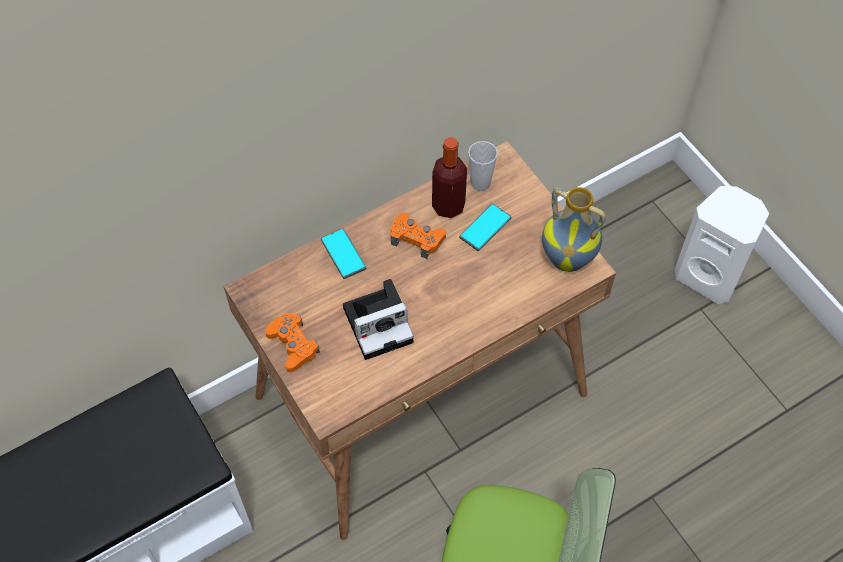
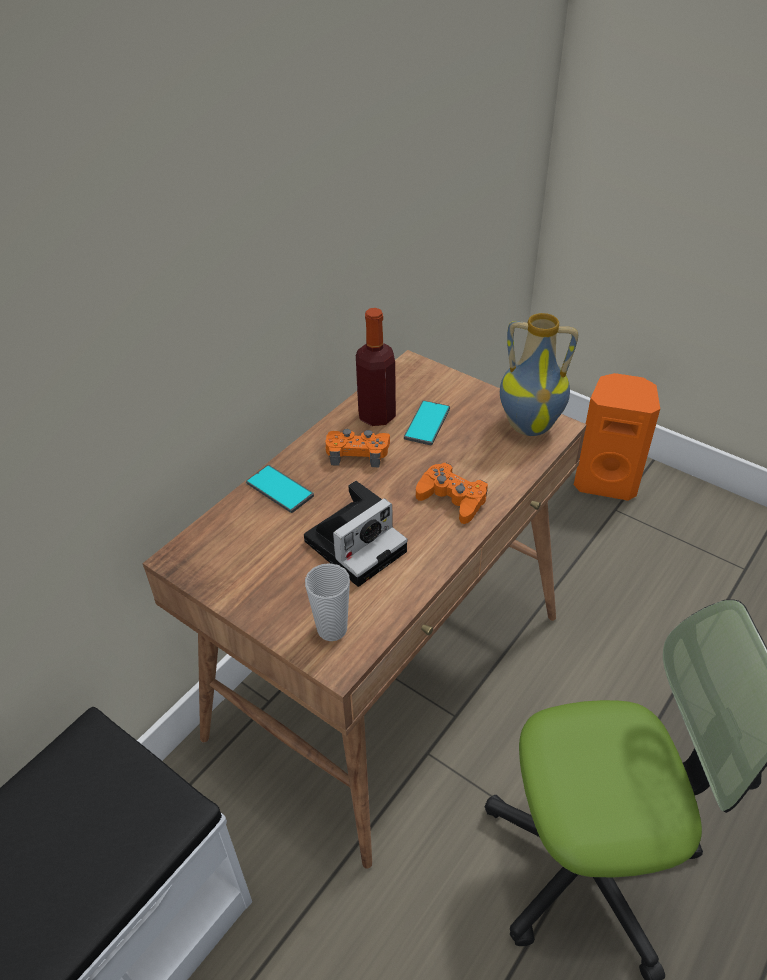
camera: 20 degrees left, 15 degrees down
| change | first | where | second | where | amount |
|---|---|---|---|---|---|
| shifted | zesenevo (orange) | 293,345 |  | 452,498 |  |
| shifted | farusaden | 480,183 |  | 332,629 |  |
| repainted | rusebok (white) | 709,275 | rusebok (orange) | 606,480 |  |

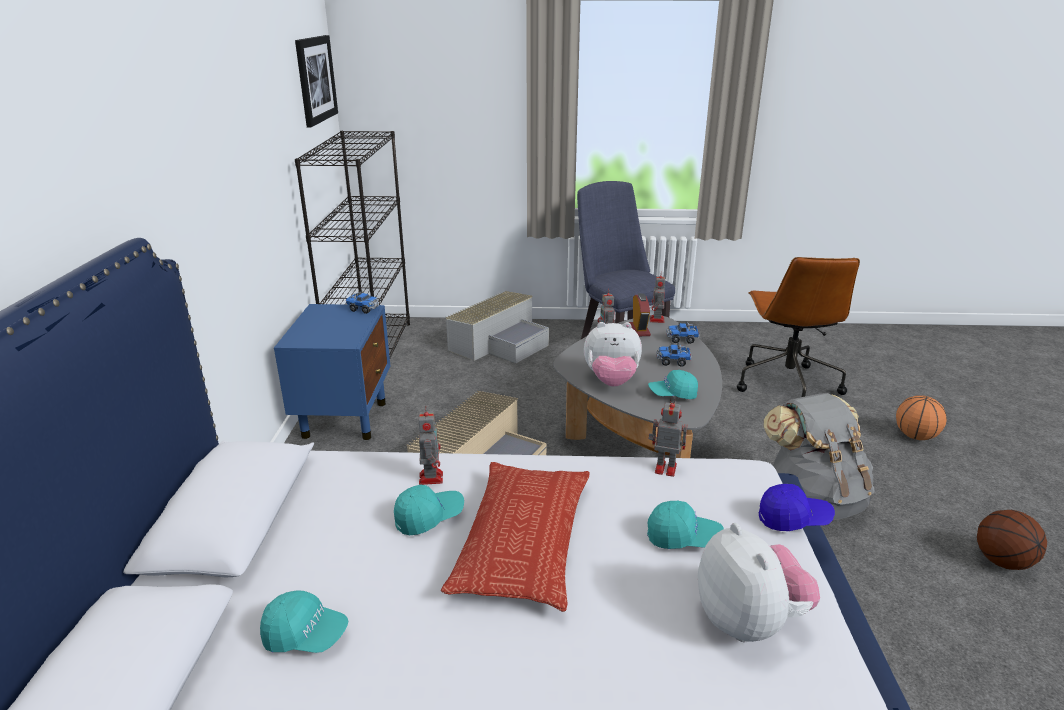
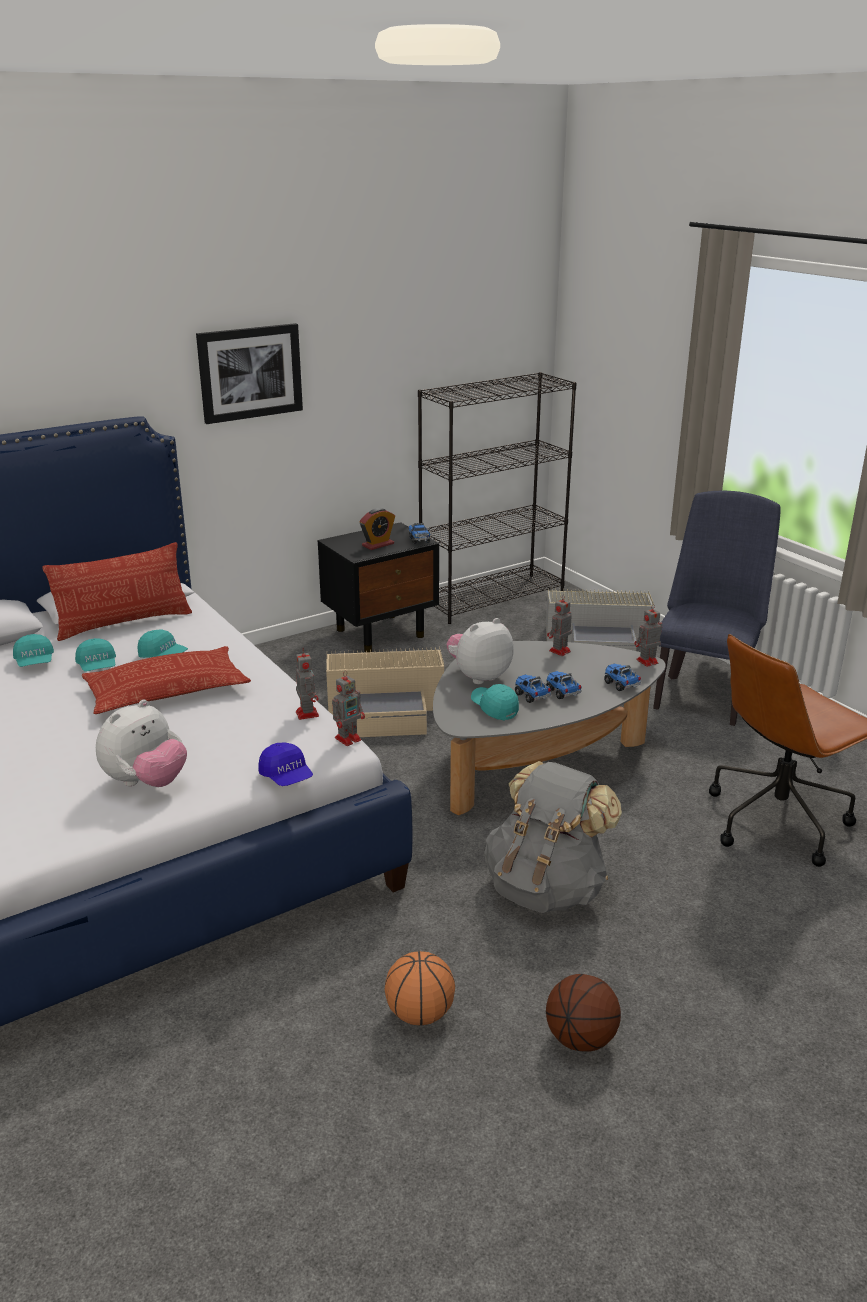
camera: 55 degrees right, 0 degrees up
| change | first | where | second | where | amount |
|---|---|---|---|---|---|
| repainted | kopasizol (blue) | 345,418 | kopasizol (black) | 381,632 |  |
| shifted | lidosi | 315,79 |  | 250,372 |  |
| shifted | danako | 431,477 |  | 349,738 |  |
| rotated | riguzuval | 611,381 |  | 478,676 | 90 degrees clockwise |
| shifted | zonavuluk | 639,330 |  | 378,544 |  |
| shifted | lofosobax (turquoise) | 683,538 |  | 98,666 |  |
| shifted | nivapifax | 915,436 |  | 420,1014 |  |
| new |  |  | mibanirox | 124,623 |  |
| new |  |  | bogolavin | 531,696 |  |

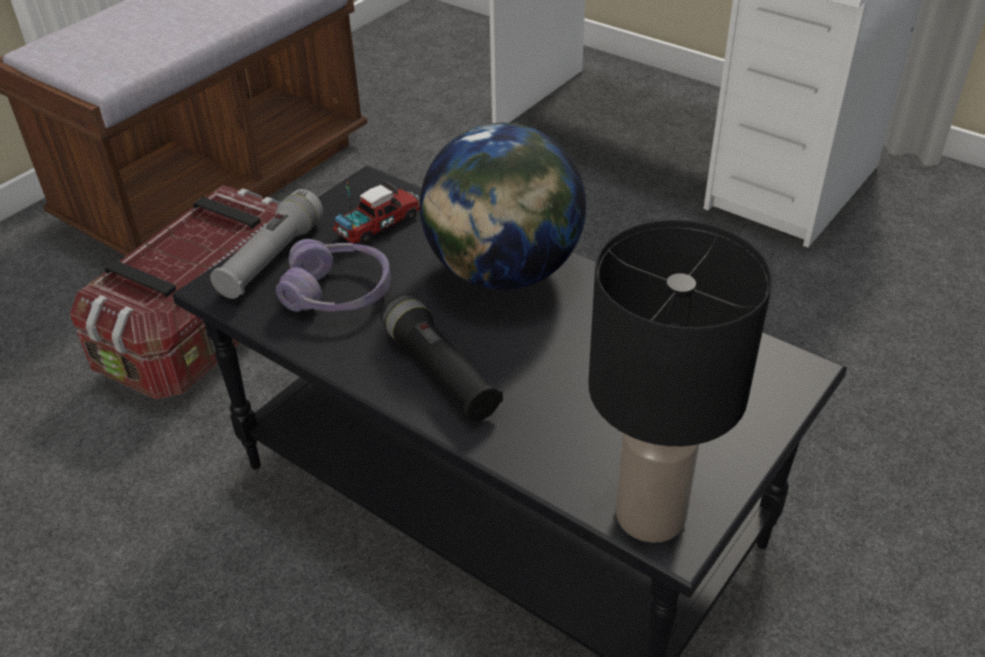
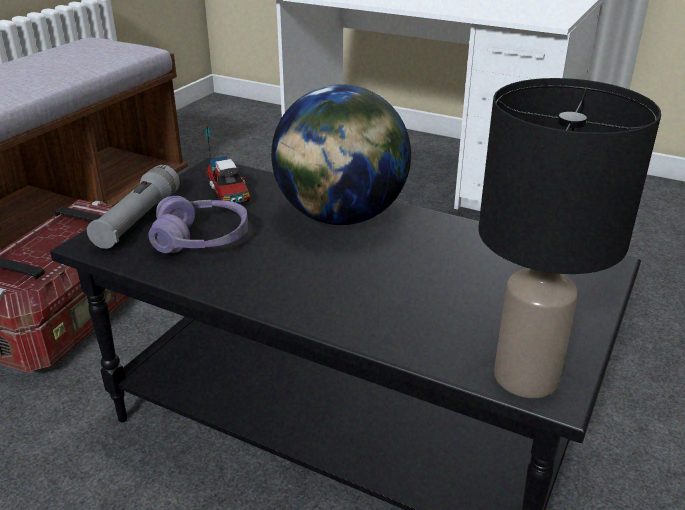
camera: 10 degrees left, 10 degrees down
| change | first | where | second | where | amount |
|---|---|---|---|---|---|
| rotated | bogolavin | 379,225 |  | 228,193 | 120 degrees clockwise |
| gone | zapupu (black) | 440,372 |  |  |  |

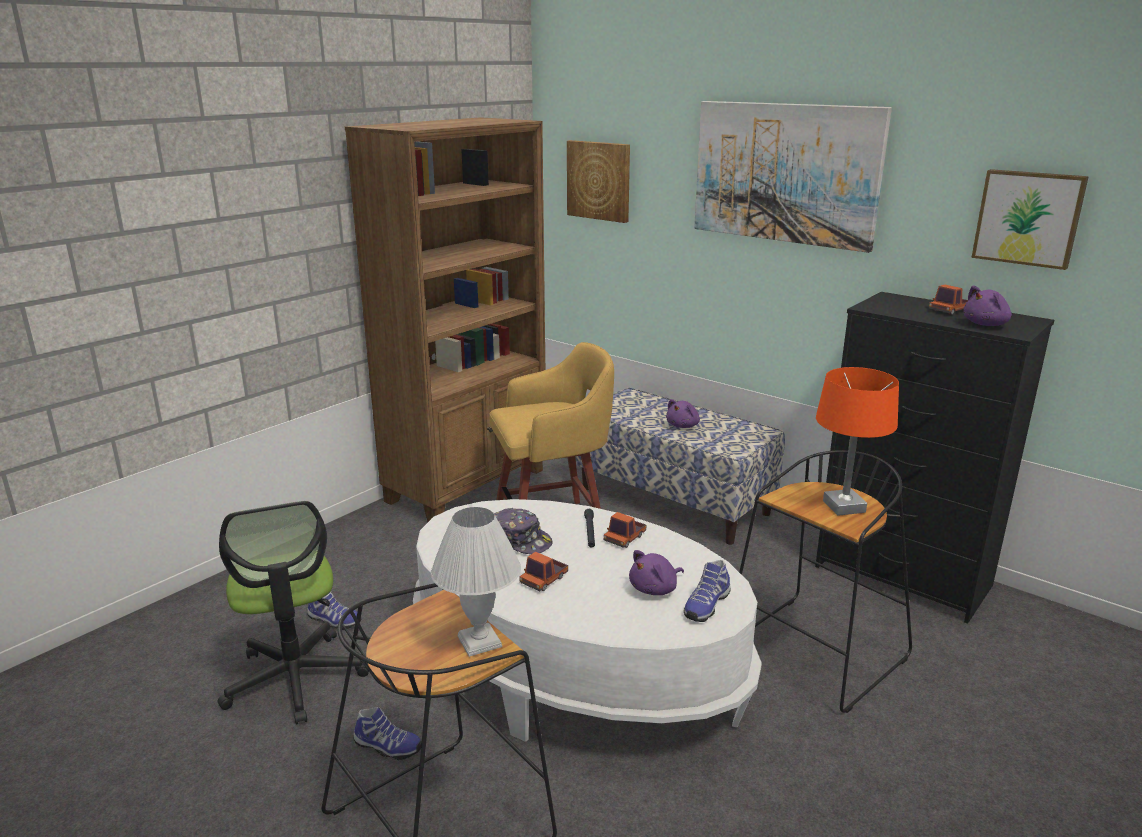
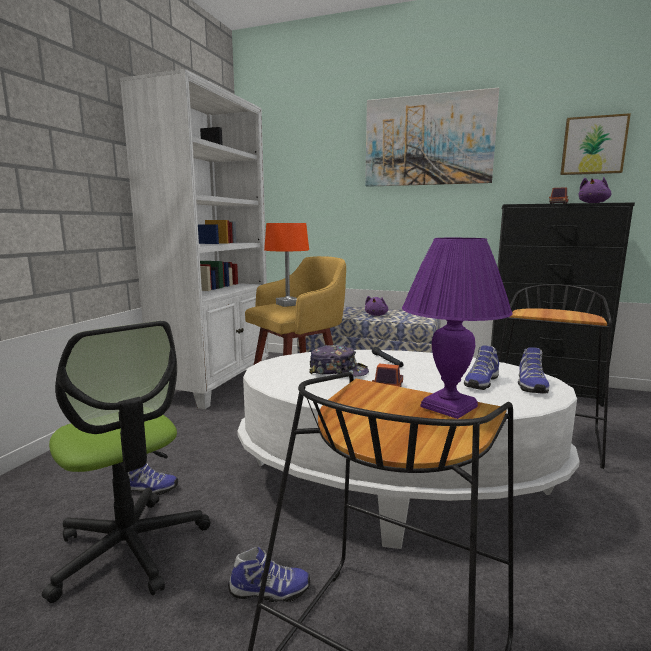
camera: 20 degrees left, 10 degrees down
| change | first | where | second | where | amount |
|---|---|---|---|---|---|
| repainted | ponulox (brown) | 468,485 | ponulox (white) | 216,383 |  |
| repainted | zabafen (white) | 478,641 | zabafen (purple) | 447,406 |  |
| gone | lidosi | 599,180 |  |  |  |
| gone | bogolavin | 625,538 |  |  |  |
| swapped | riguzuval (purple) | 655,589 | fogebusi | 480,382 |  |
| shifted | zabafen (orange) | 843,506 |  | 287,304 |  |

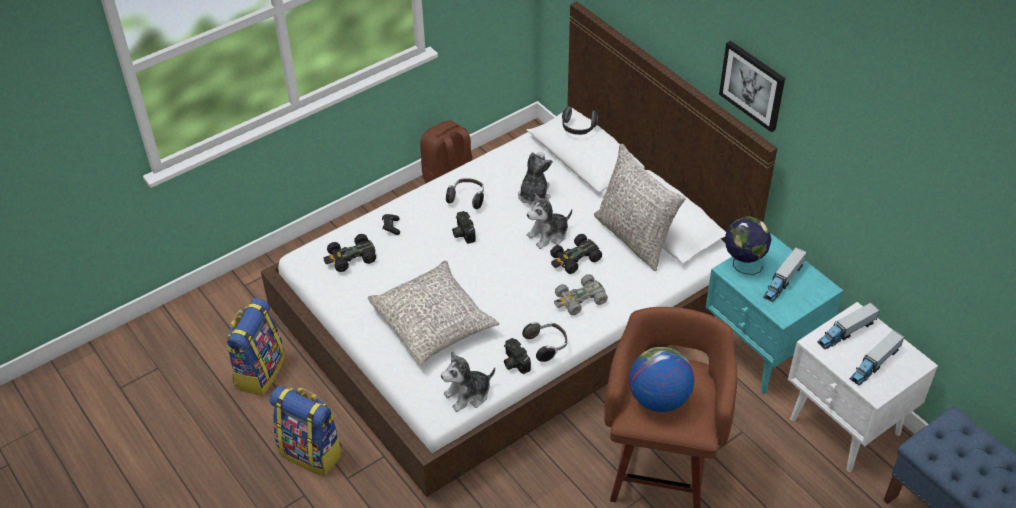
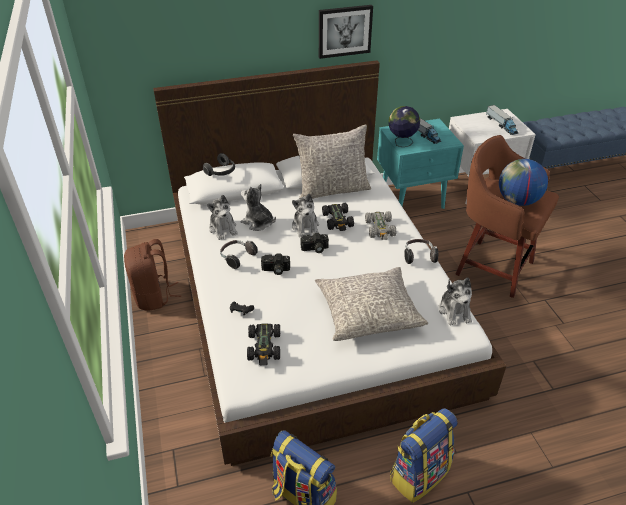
camera: 70 degrees left, 5 degrees down
| change | first | where | second | where | amount |
|---|---|---|---|---|---|
| shifted | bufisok | 514,362 |  | 315,249 |  |
| gone | bogolavin | 846,332 |  |  |  |
| new |  |  | riguzuval | 223,228 |  |

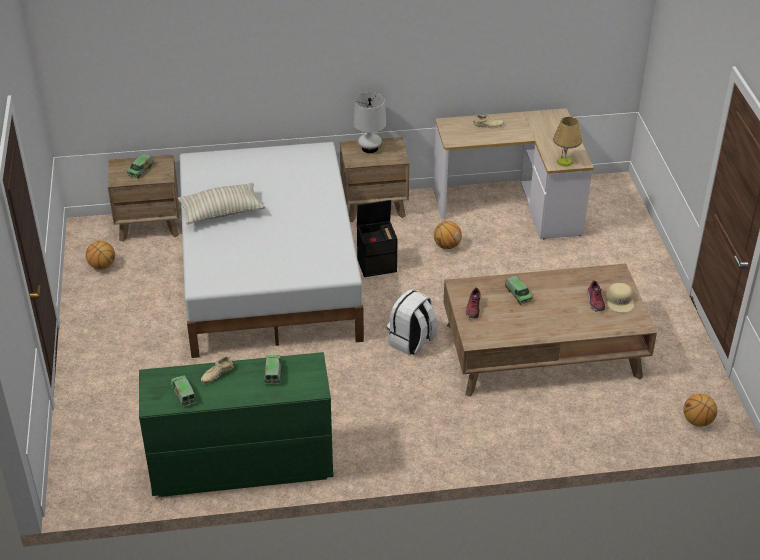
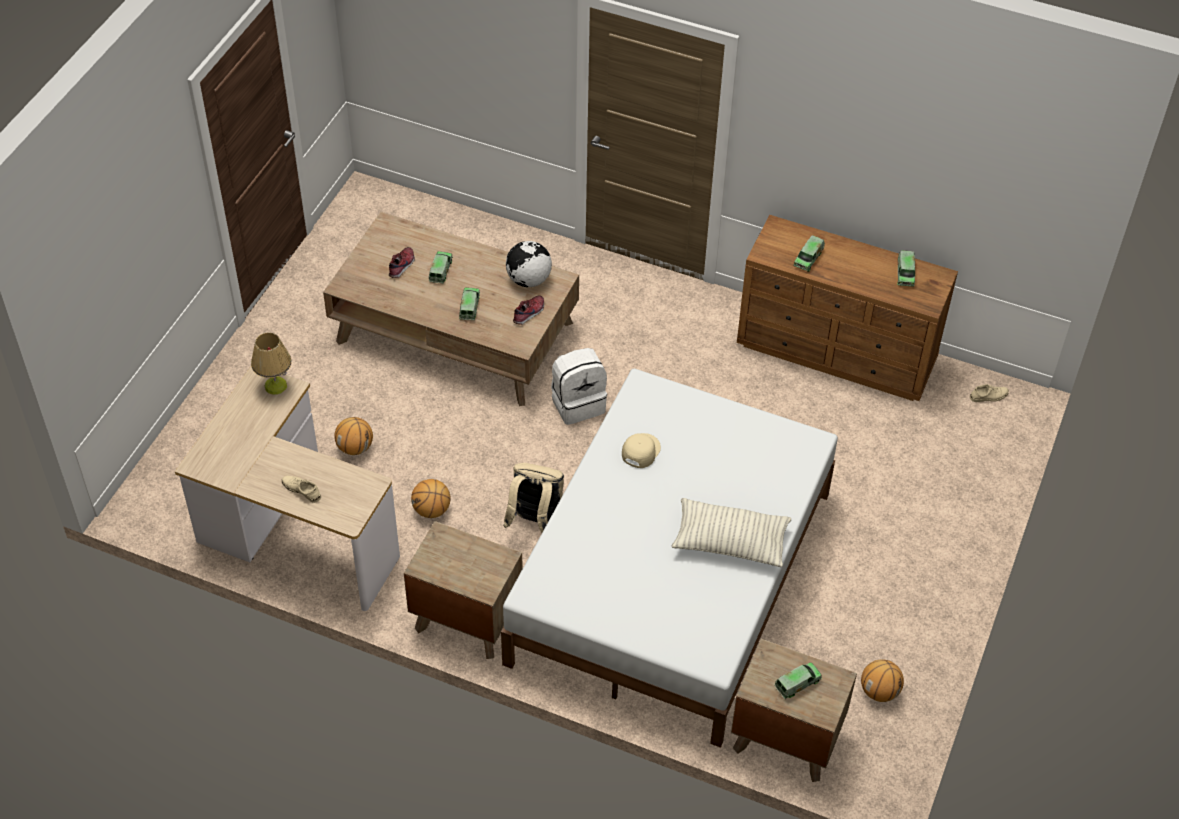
camera: 150 degrees left, 10 degrees up
| change | first | where | second | where | amount |
|---|---|---|---|---|---|
| repainted | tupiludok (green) | 240,466 | tupiludok (brown) | 837,352 |  |
| shifted | fogebusi (beige) | 217,374 |  | 988,396 |  |
| gone | zabafen (white) | 370,148 |  |  |  |
| swapped | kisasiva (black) | 377,265 | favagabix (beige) | 535,522 |  |
| shifted | lofosobax (beige) | 620,301 |  | 640,451 |  |
| shifted | nivapifax | 697,421 |  | 355,447 |  |
| new |  |  | bogolavin | 440,271 |  |
| new |  |  | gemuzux | 528,280 |  |

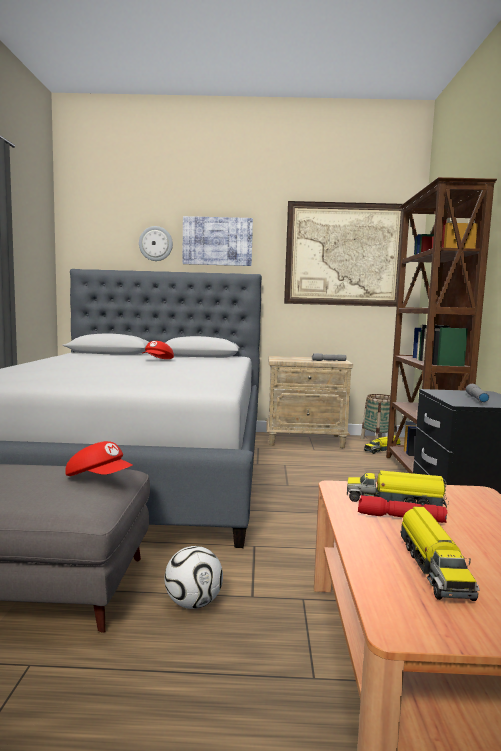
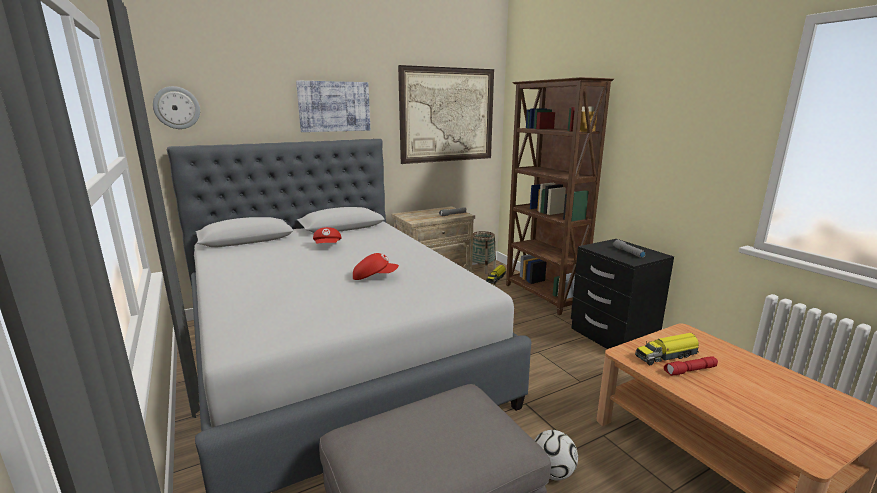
camera: 30 degrees left, 10 degrees up
| change | first | where | second | where | amount |
|---|---|---|---|---|---|
| shifted | lofosobax (red) | 99,478 |  | 374,277 |  |
| shifted | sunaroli | 156,243 |  | 177,108 |  |
| gone | bogolavin | 433,566 |  |  |  |

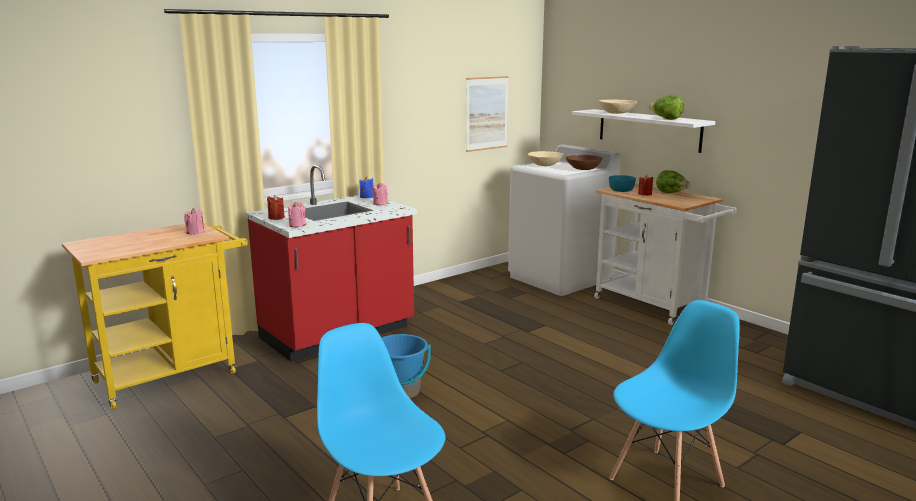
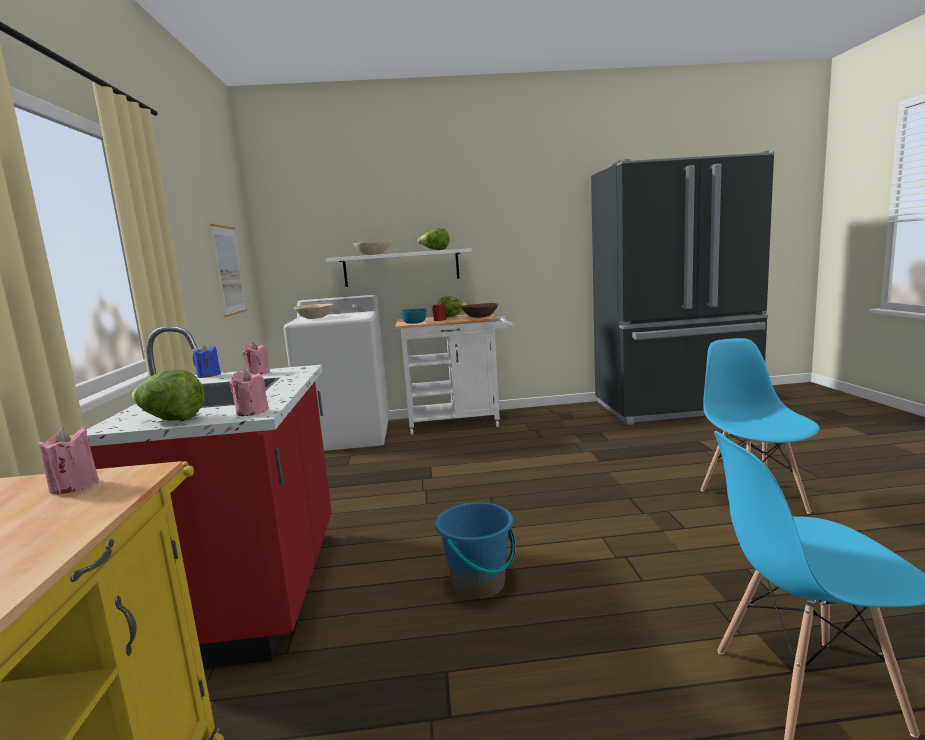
camera: 55 degrees left, 5 degrees down
| change | first | where | second | where | amount |
|---|---|---|---|---|---|
| swapped | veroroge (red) | 276,217 | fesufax | 171,420 |  |
| shifted | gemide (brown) | 583,169 |  | 479,317 |  |

